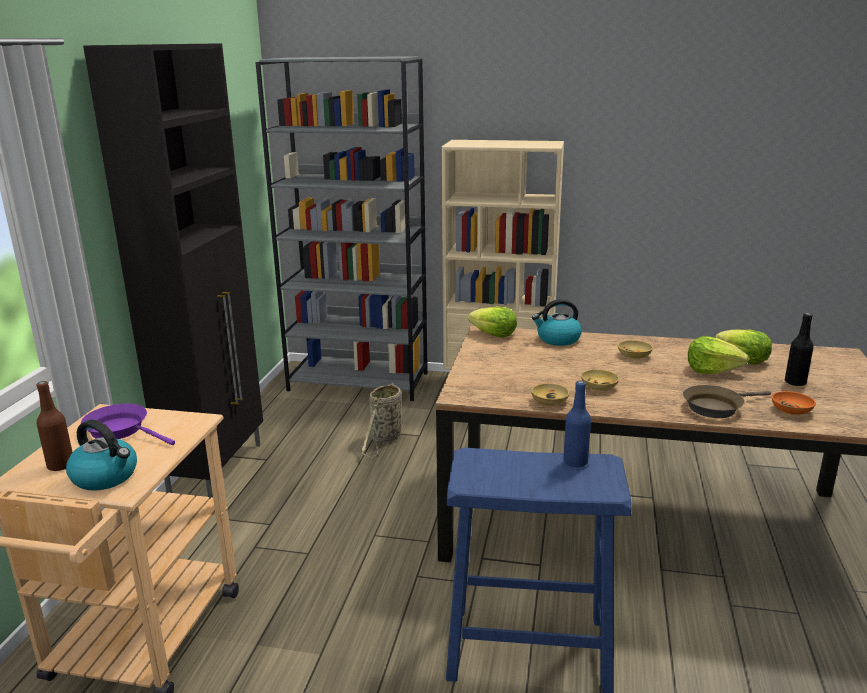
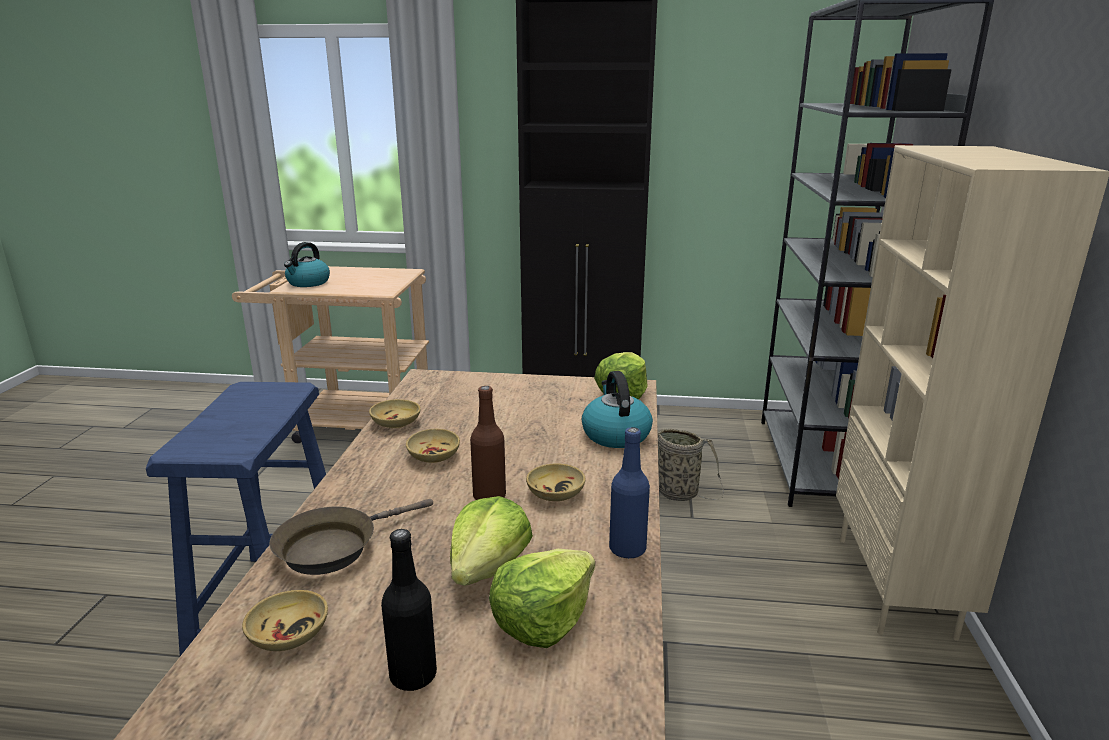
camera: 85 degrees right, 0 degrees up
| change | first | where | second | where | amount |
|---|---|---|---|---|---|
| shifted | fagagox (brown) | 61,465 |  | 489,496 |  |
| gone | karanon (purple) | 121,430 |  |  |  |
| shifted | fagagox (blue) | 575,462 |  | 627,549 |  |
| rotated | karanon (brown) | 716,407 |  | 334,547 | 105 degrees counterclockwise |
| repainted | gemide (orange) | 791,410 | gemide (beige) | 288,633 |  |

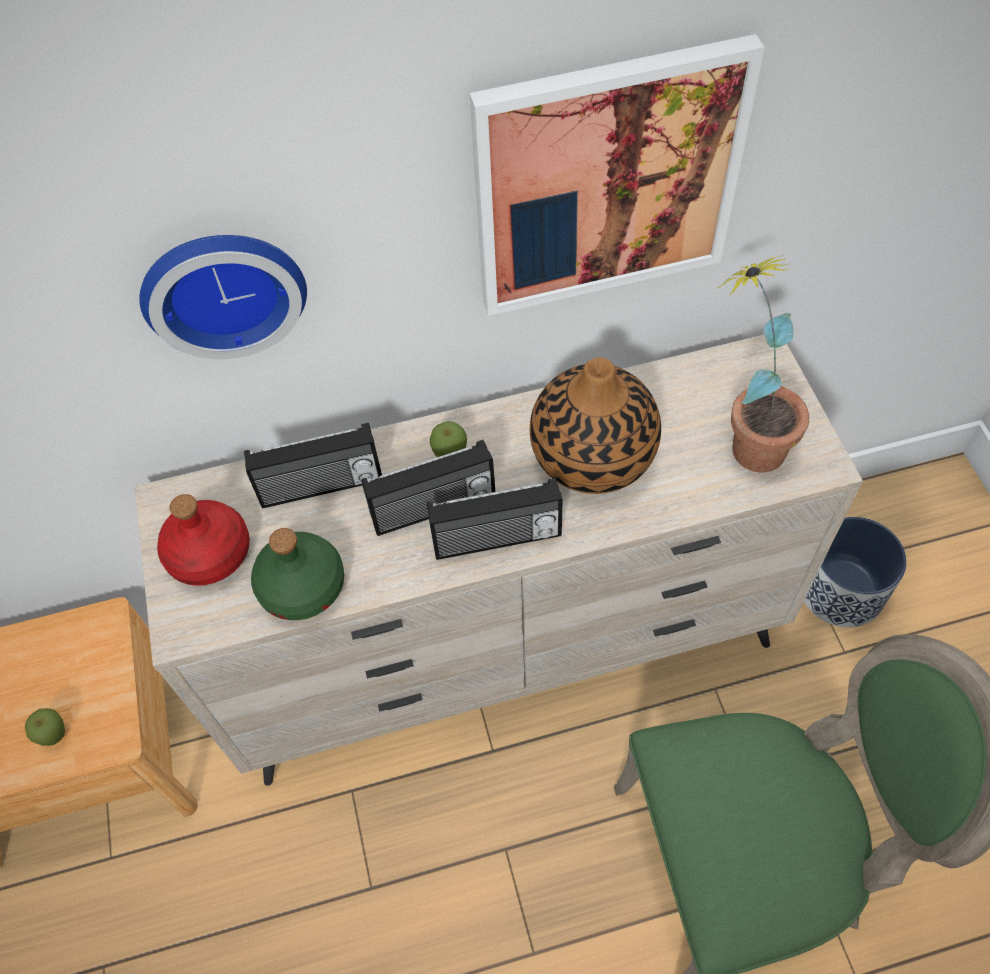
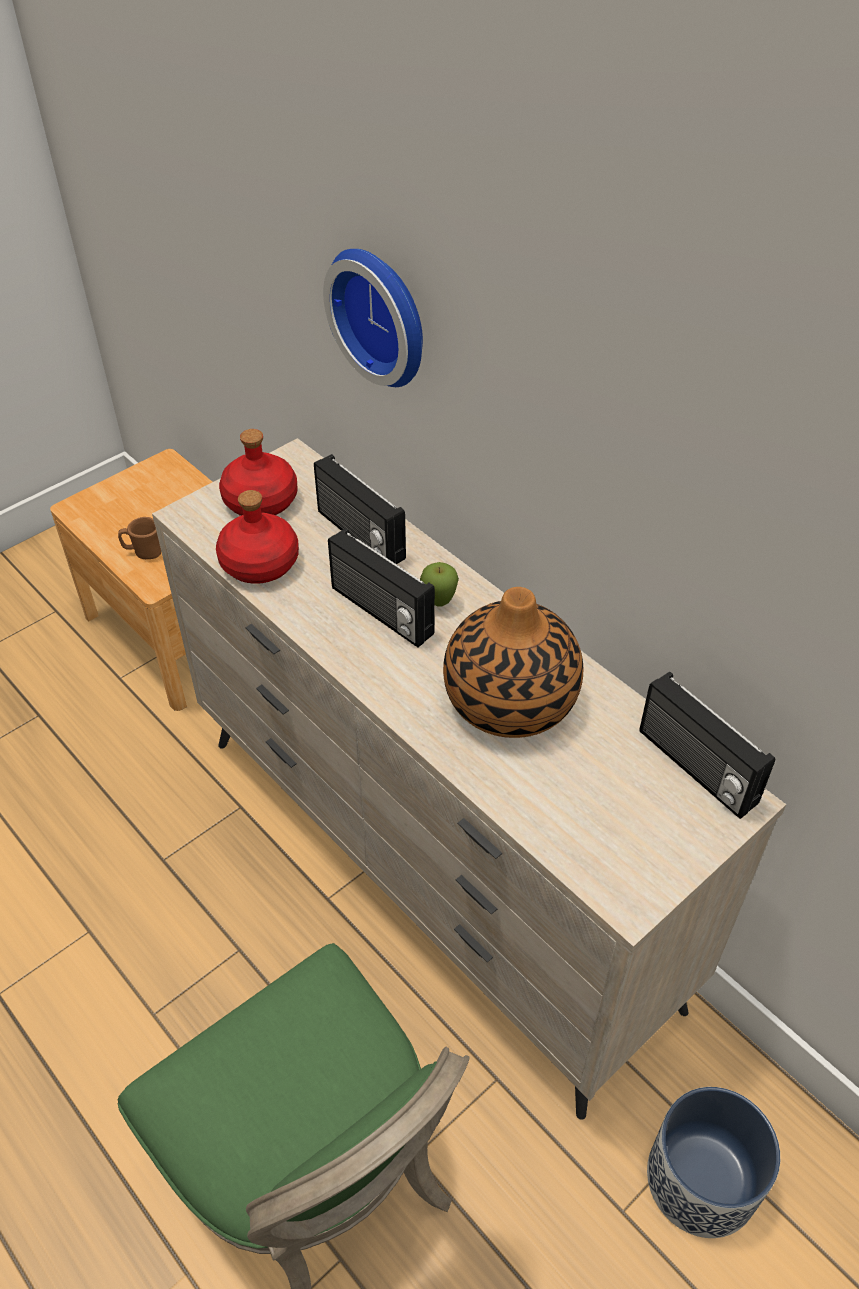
camera: 60 degrees right, 10 degrees down
| change | first | where | second | where | amount |
|---|---|---|---|---|---|
| swapped | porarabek | 56,736 | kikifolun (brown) | 144,552 |  |
| repainted | fagagox (green) | 303,587 | fagagox (red) | 259,564 |  |
| shifted | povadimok | 497,539 |  | 695,768 |  |
| gone | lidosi | 606,181 |  |  |  |
| gone | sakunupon | 746,439 |  |  |  |

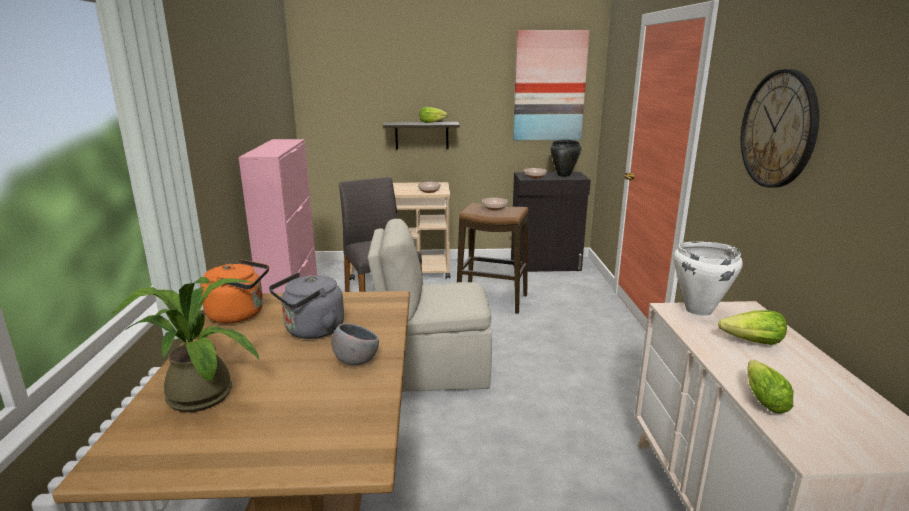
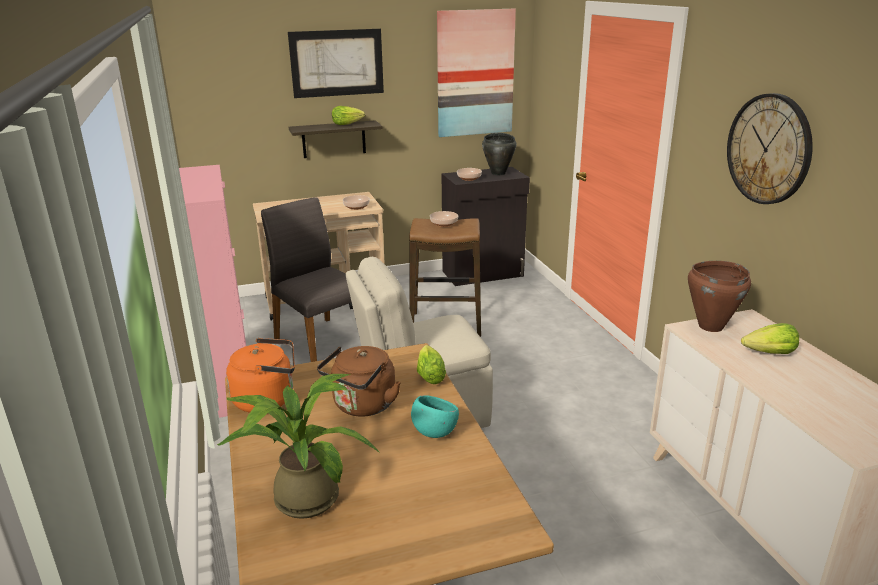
camera: 15 degrees left, 5 degrees up
| change | first | where | second | where | amount |
|---|---|---|---|---|---|
| repainted | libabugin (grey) | 311,331 | libabugin (brown) | 362,406 |  |
| repainted | gemide (grey) | 355,361 | gemide (turquoise) | 434,433 |  |
| repainted | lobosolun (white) | 697,310 | lobosolun (brown) | 710,326 |  |
| shifted | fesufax | 762,397 |  | 430,374 |  |
| new |  |  | lidosi | 337,63 |  |

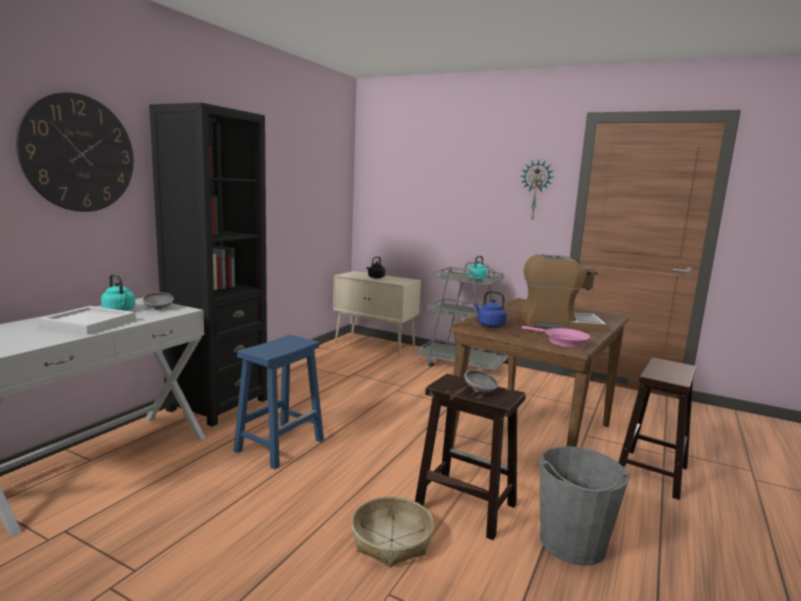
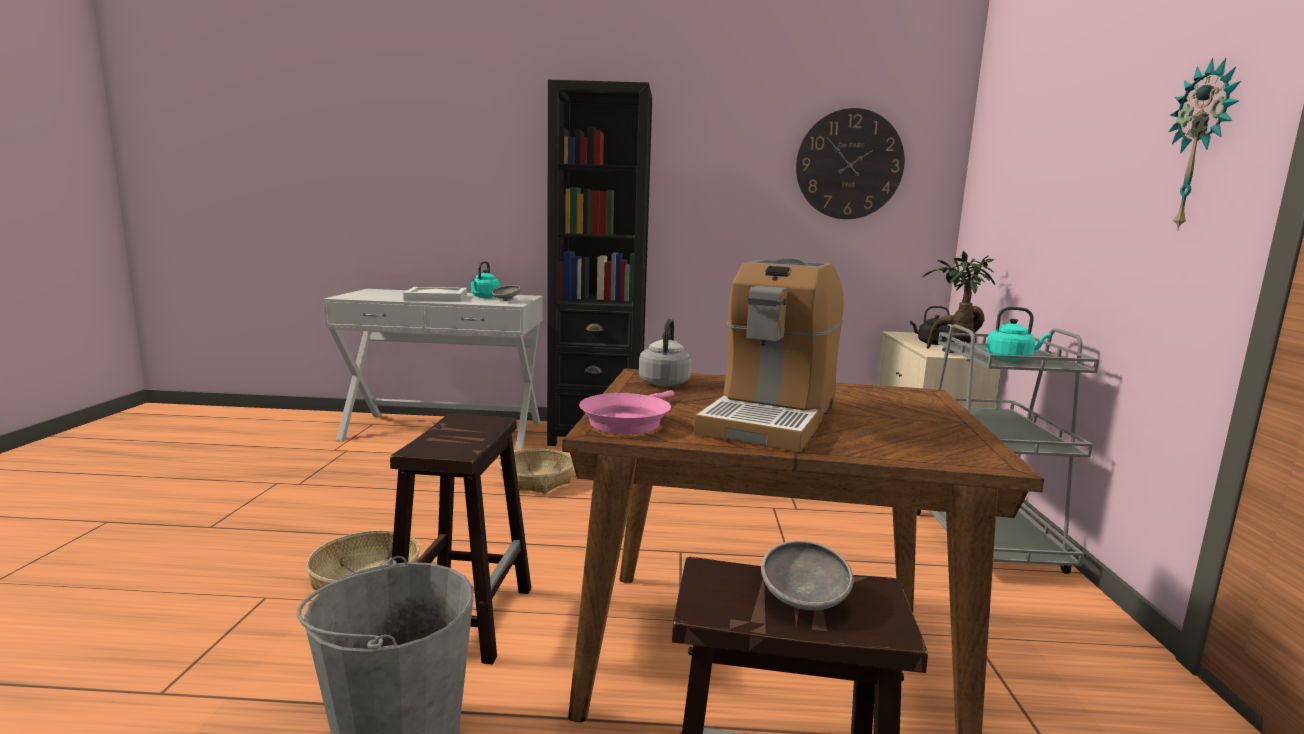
camera: 65 degrees right, 0 degrees up
| change | first | where | second | where | amount |
|---|---|---|---|---|---|
| shifted | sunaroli | 79,153 |  | 849,164 |  |
| swapped | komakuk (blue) | 280,445 | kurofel | 536,480 |  |
| shifted | gemide (grey) | 480,391 |  | 803,602 |  |
| repainted | libabugin (blue) | 489,325 | libabugin (grey) | 665,382 |  |
| rotated | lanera | 559,324 |  | 771,418 | 45 degrees clockwise |
| new |  |  | sakunupon | 954,353 |  |

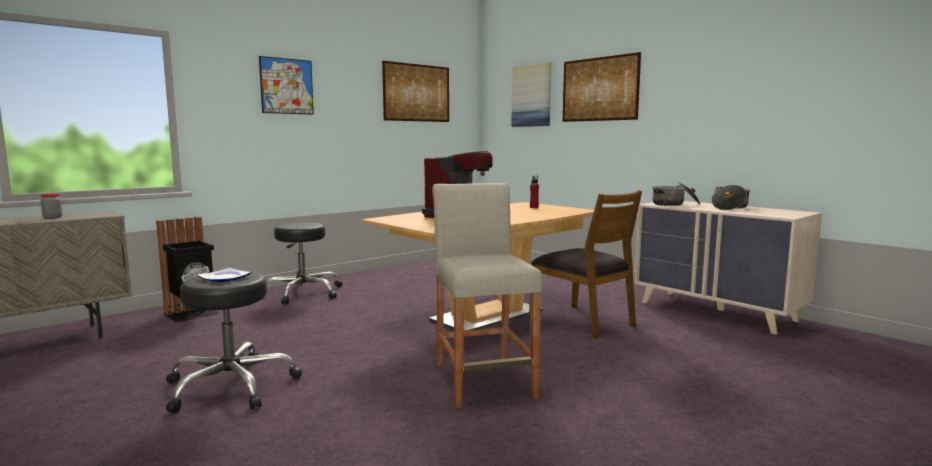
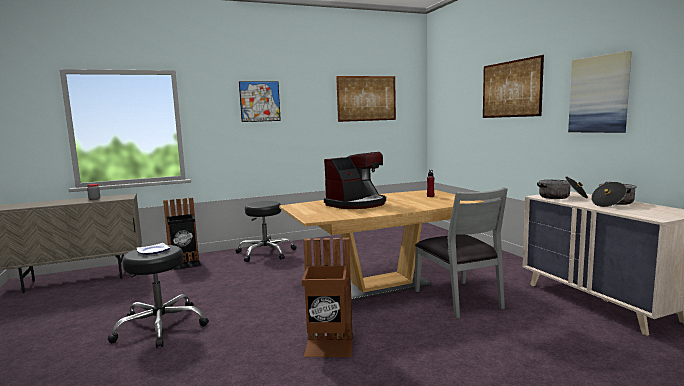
camera: 20 degrees right, 0 degrees up
| change | first | where | second | where | amount |
|---|---|---|---|---|---|
| swapped | komakuk (beige) | 483,380 | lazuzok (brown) | 329,347 |  |
| shifted | lidosi | 531,95 |  | 599,94 |  |
| repainted | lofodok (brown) | 583,321 | lofodok (grey) | 459,299 |  |

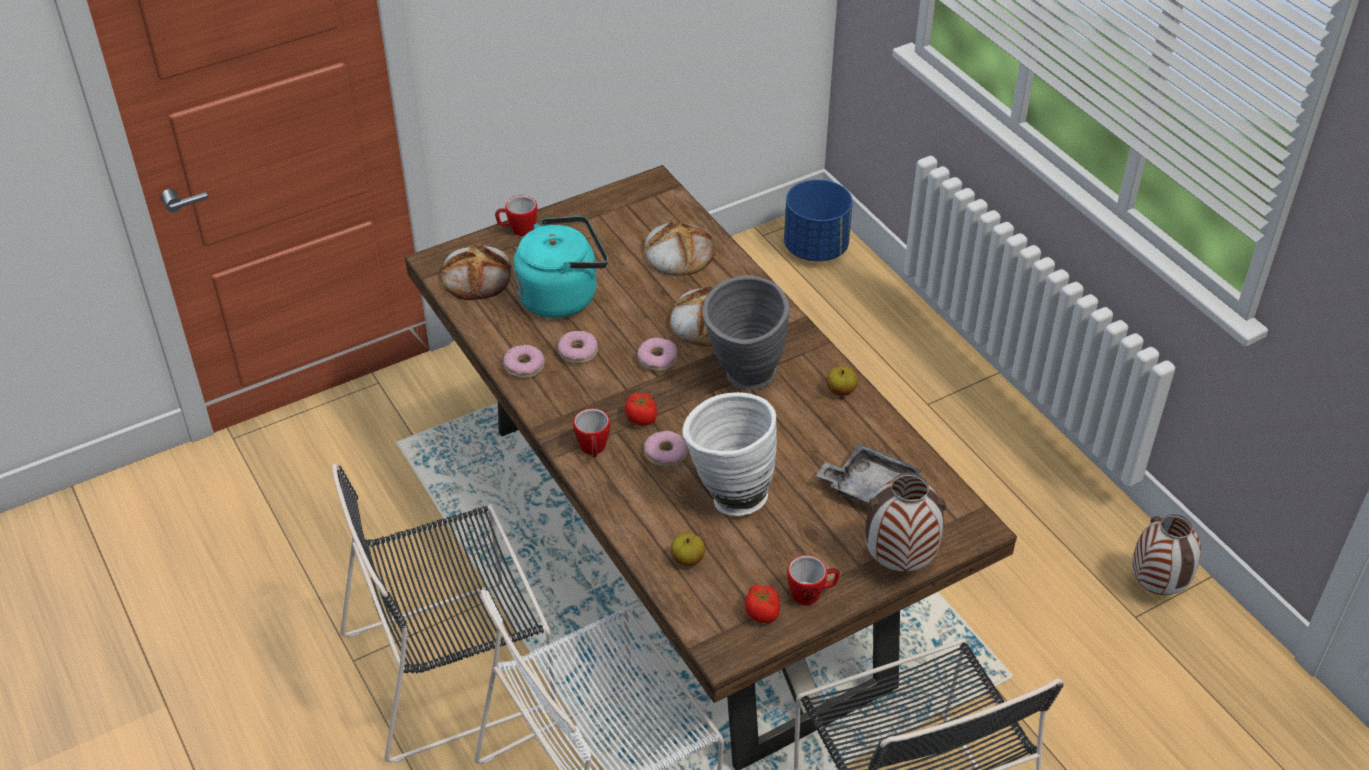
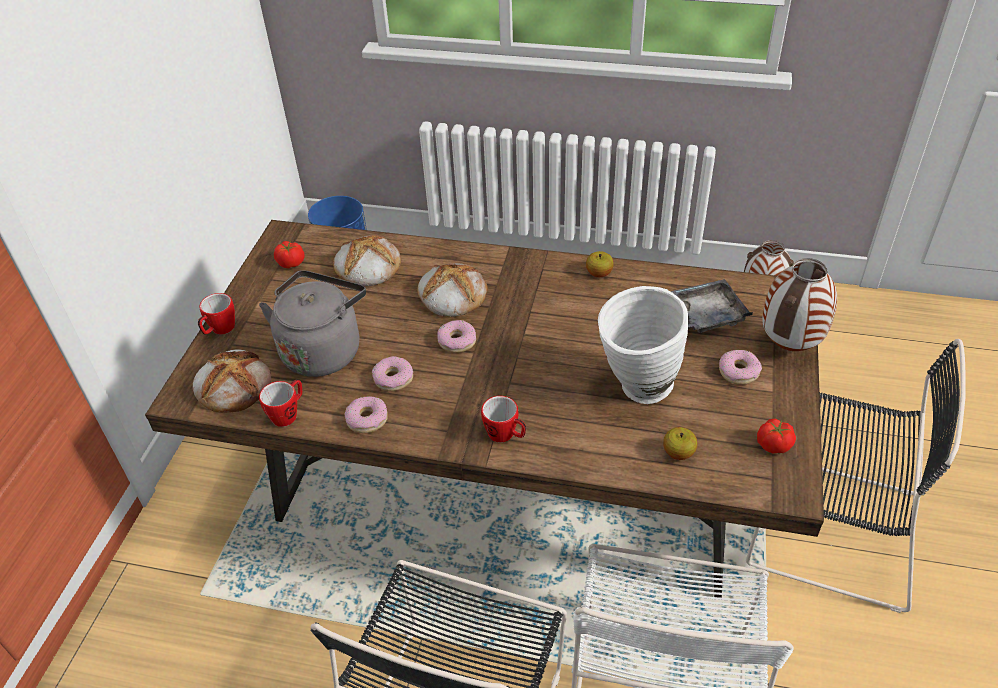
camera: 45 degrees left, 0 degrees up
| change | first | where | second | where | amount |
|---|---|---|---|---|---|
| repainted | libabugin (turquoise) | 562,295 | libabugin (grey) | 323,349 |  |
| shifted | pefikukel | 641,419 |  | 291,263 |  |
| shifted | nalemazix | 665,454 |  | 738,372 |  |
| gone | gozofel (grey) | 743,380 |  |  |  |
| shifted | kikifolun | 811,594 |  | 288,413 |  |

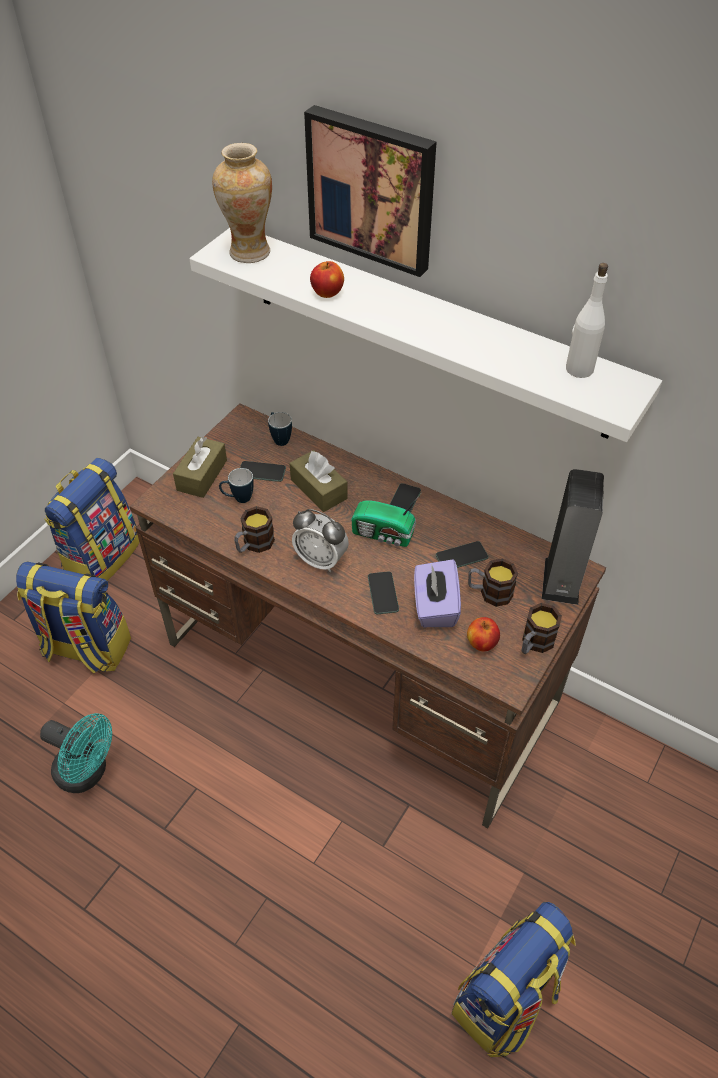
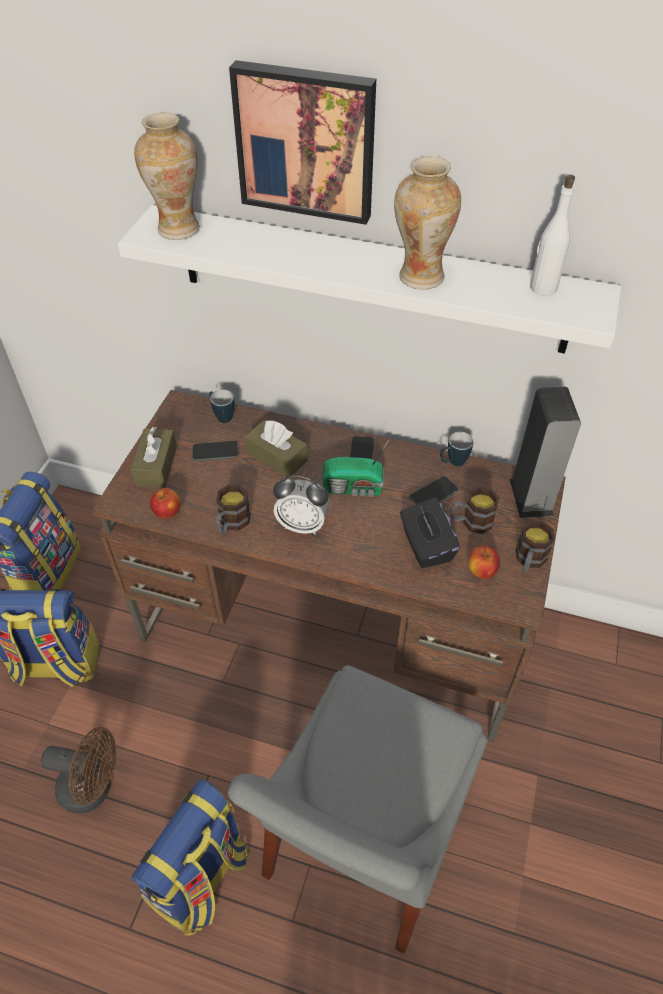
camera: 15 degrees left, 0 degrees up
| change | first | where | second | where | amount |
|---|---|---|---|---|---|
| repainted | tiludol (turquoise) | 88,773 | tiludol (brown) | 93,788 |  |
| shifted | kikifolun | 238,498 |  | 453,463 |  |
| shifted | porarabek | 327,293 |  | 167,512 |  |
| gone | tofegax | 383,593 |  |  |  |
| repainted | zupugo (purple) | 435,606 | zupugo (black) | 426,546 |  |
| shifted | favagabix | 506,1000 |  | 201,879 |  |
| new |  |  | lofodok (grey) | 361,840 |  |
| new |  |  | gozofel | 419,277 |  |

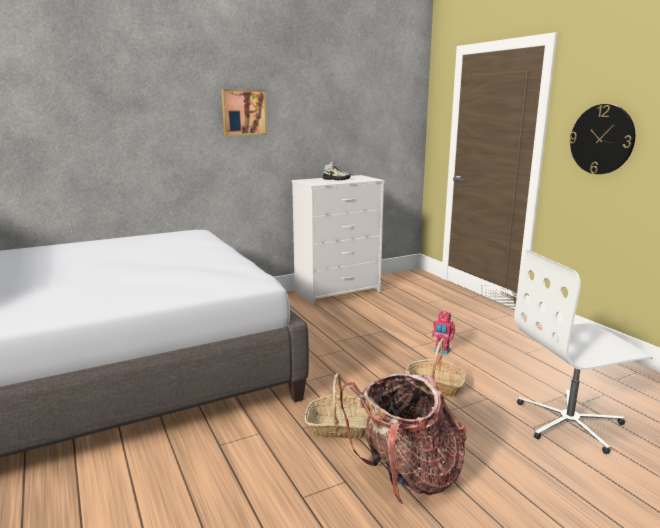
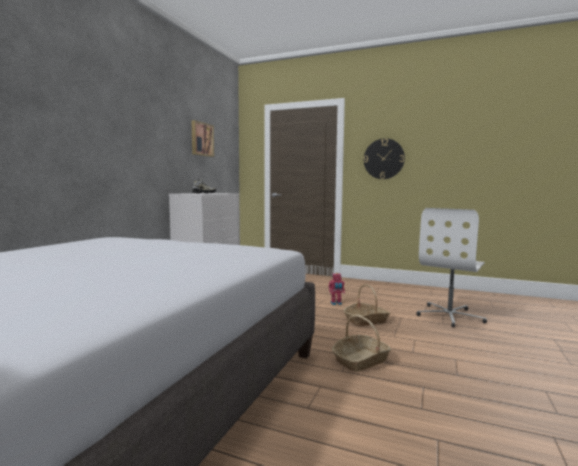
camera: 40 degrees left, 10 degrees down
| change | first | where | second | where | amount |
|---|---|---|---|---|---|
| shifted | lidosi | 244,112 |  | 201,139 |  |
| gone | favagabix | 406,476 |  |  |  |

